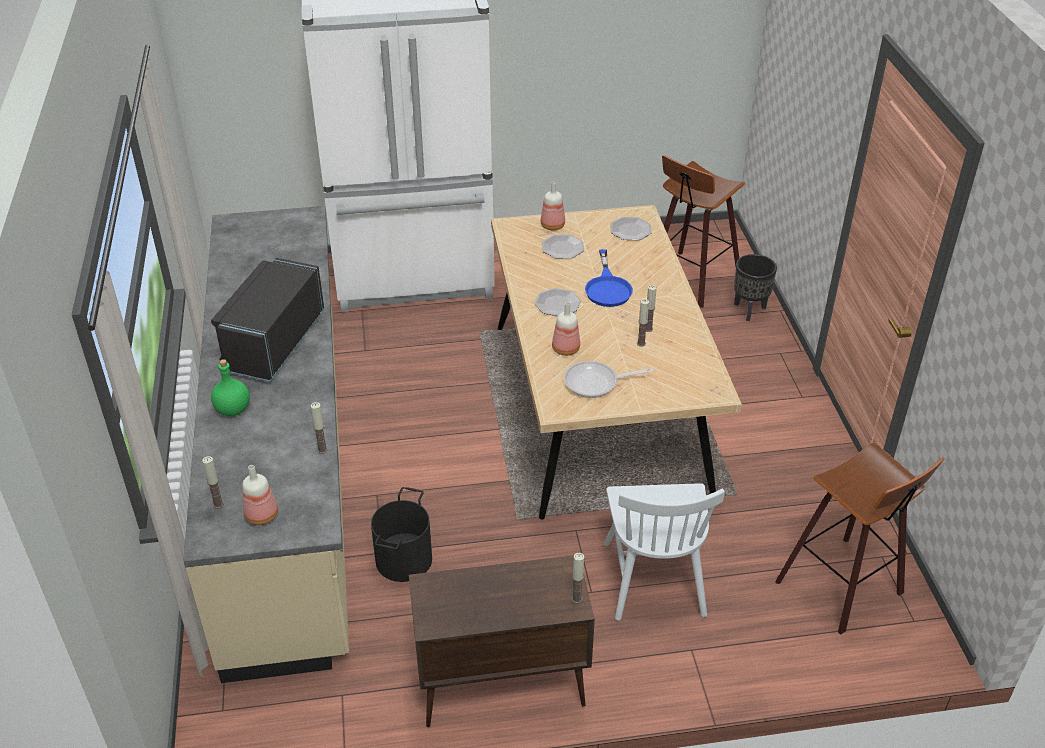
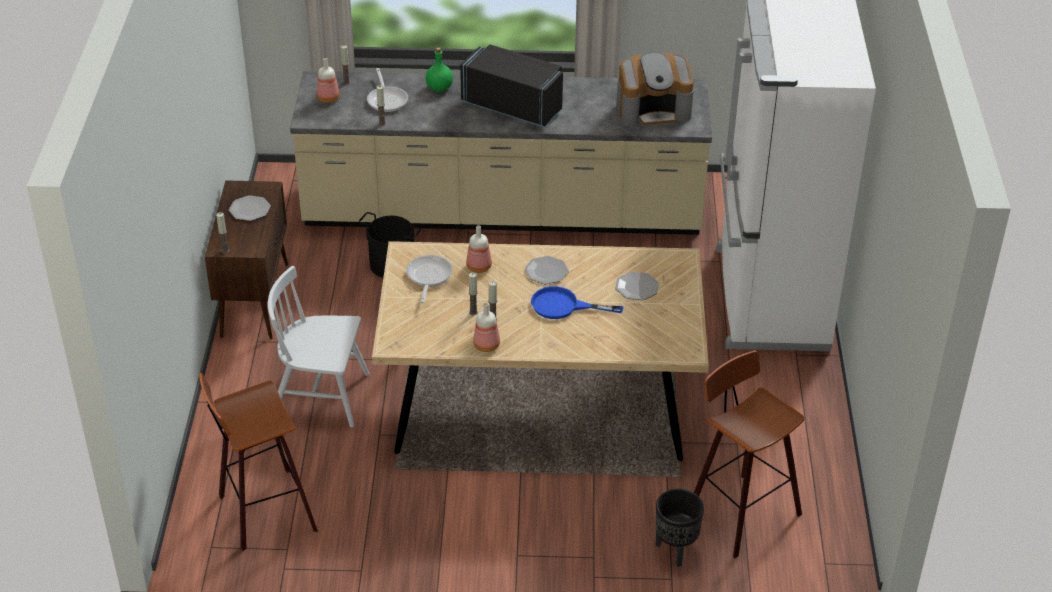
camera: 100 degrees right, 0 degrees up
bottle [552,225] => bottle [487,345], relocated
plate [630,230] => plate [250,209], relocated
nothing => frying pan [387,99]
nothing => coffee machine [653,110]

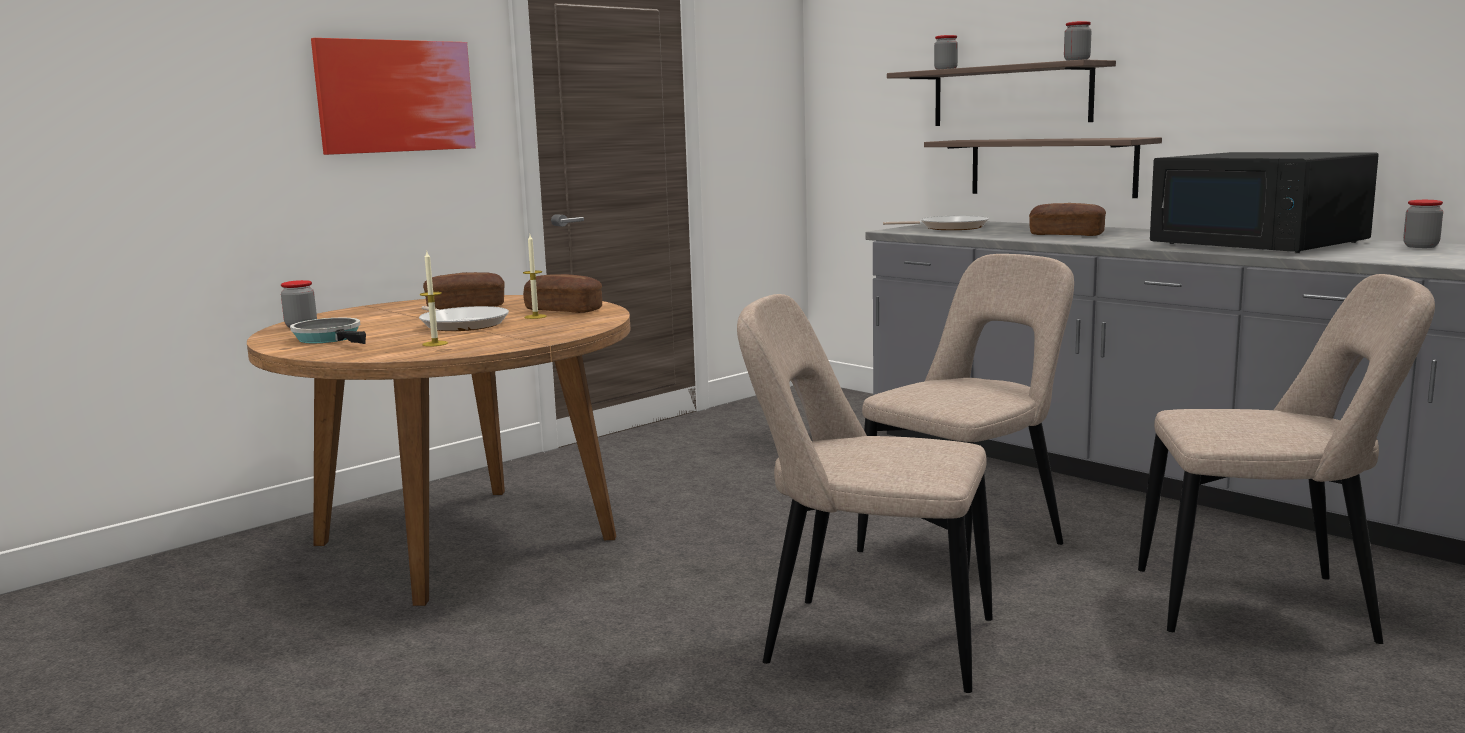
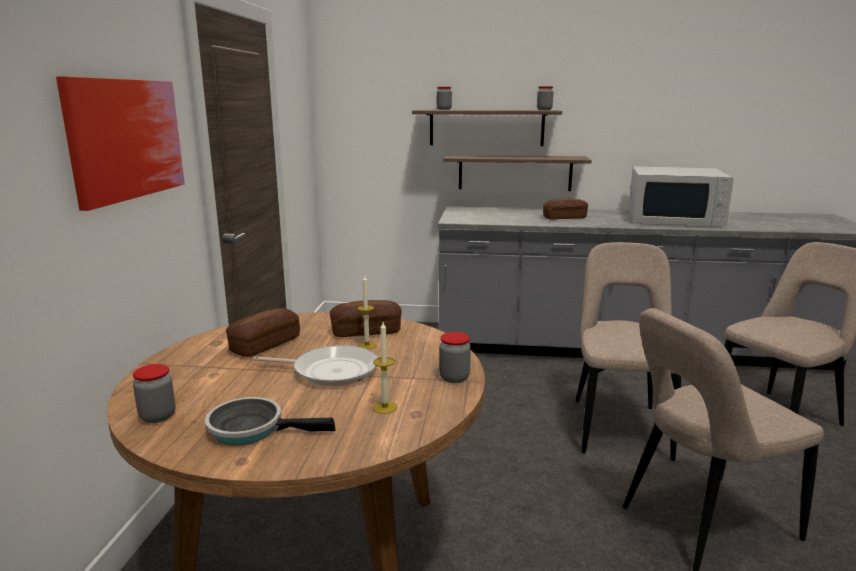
camera: 40 degrees left, 5 degrees up
frying pan [949,228] => nothing
microwave (black) [1259,243] => microwave (white) [674,218]
jar [1420,246] => jar [454,378], relocated

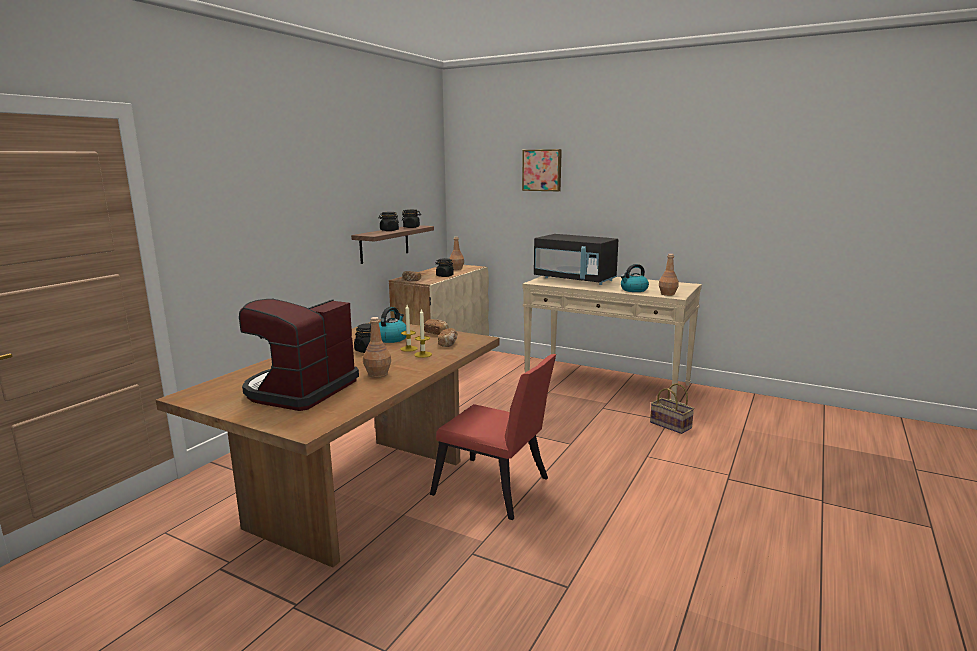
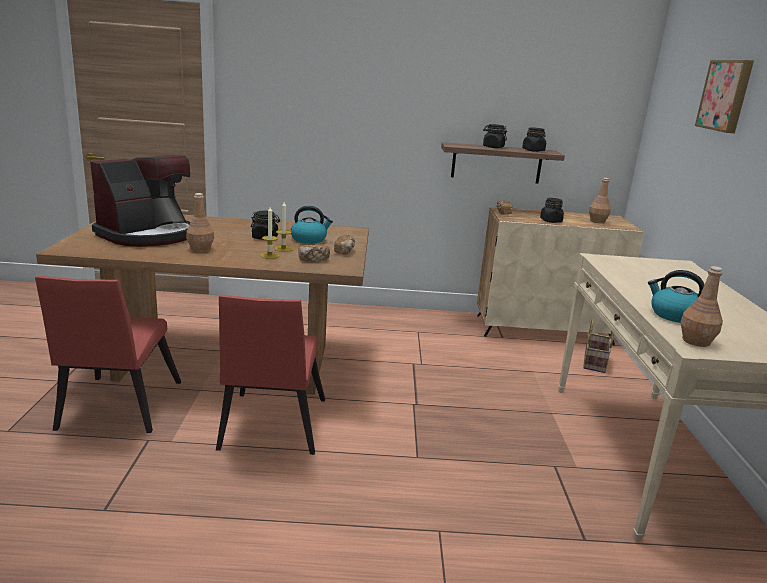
camera: 60 degrees right, 5 degrees up
coffee machine [300,390] => coffee machine [148,235], 135 degrees clockwise
microwave (black) [575,279] => nothing
basket [672,425] => basket [595,363], relocated
nothing => chair (red) [116,409]

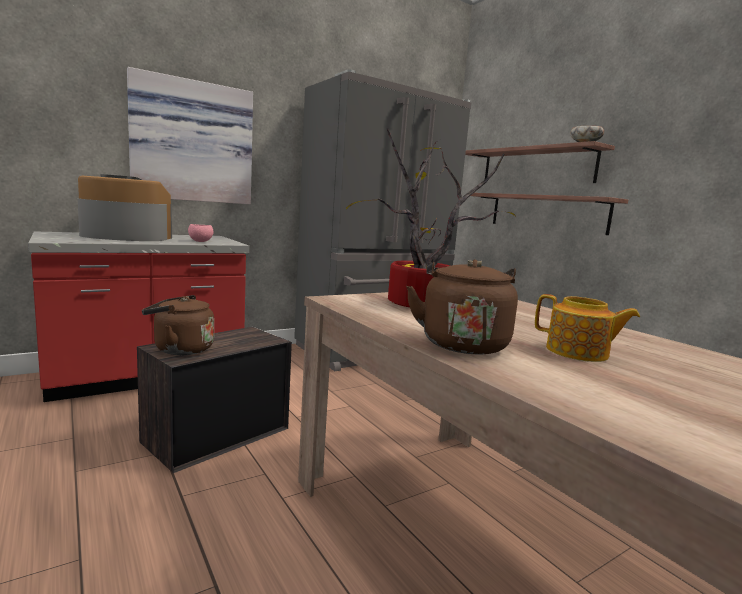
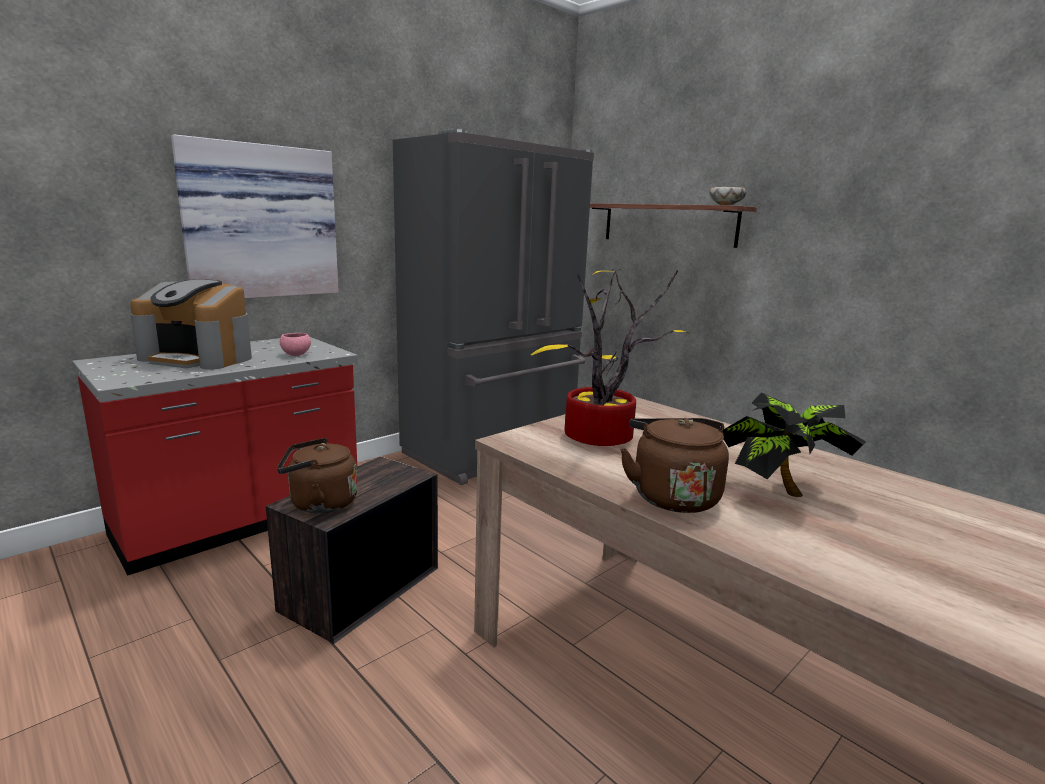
camera: 10 degrees left, 5 degrees up
coffee machine [125,237] => coffee machine [199,358], 150 degrees counterclockwise
shelf [546,212] => nothing
teapot [578,352] => potted plant [778,492]

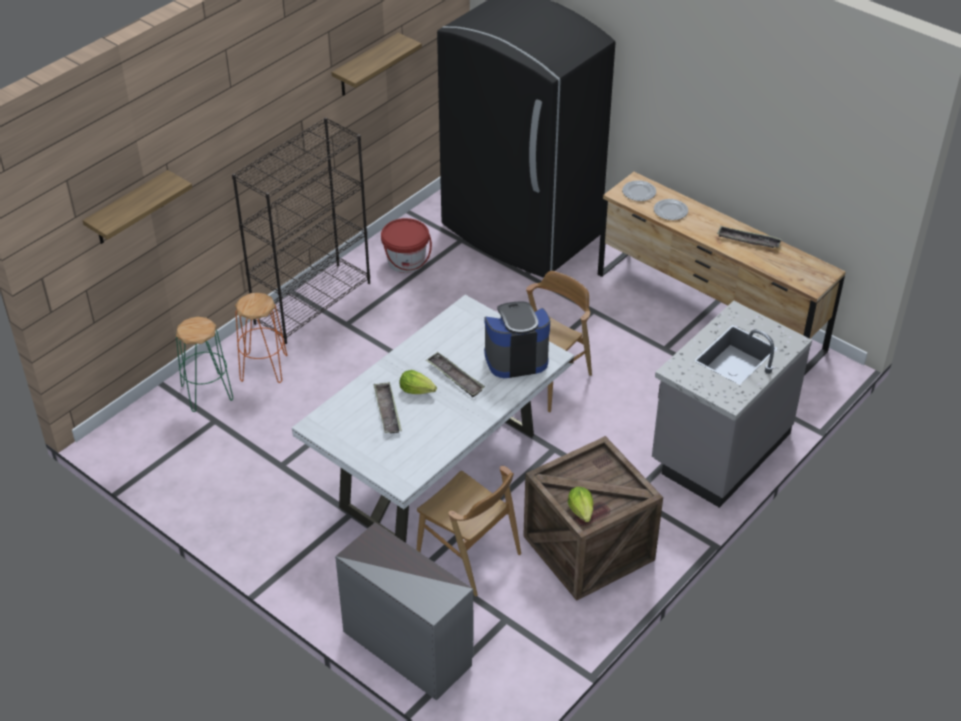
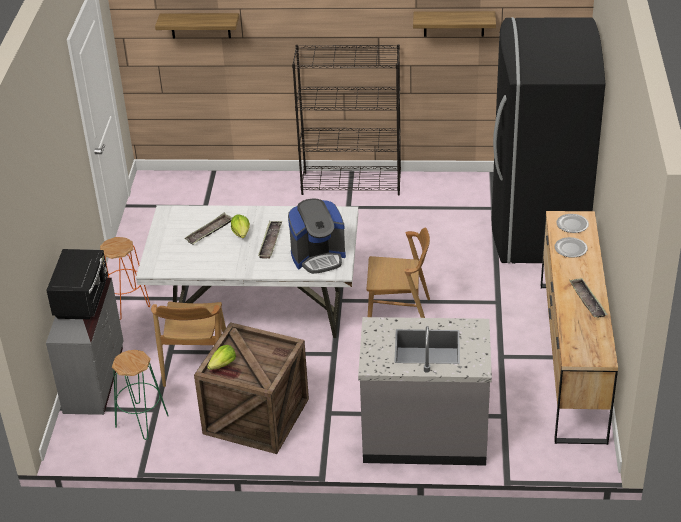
camera: 55 degrees right, 5 degrees down
stool (green) [207,392] => stool (green) [142,421], relocated
stool (orange) [264,368] => stool (orange) [127,304], relocated
bucket (red) [406,261] => nothing
coffee machine [516,358] => coffee machine [318,257], 120 degrees clockwise
nothing => microwave (black) [82,299]

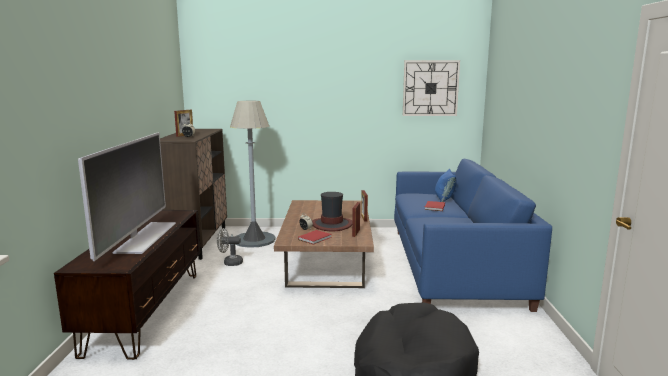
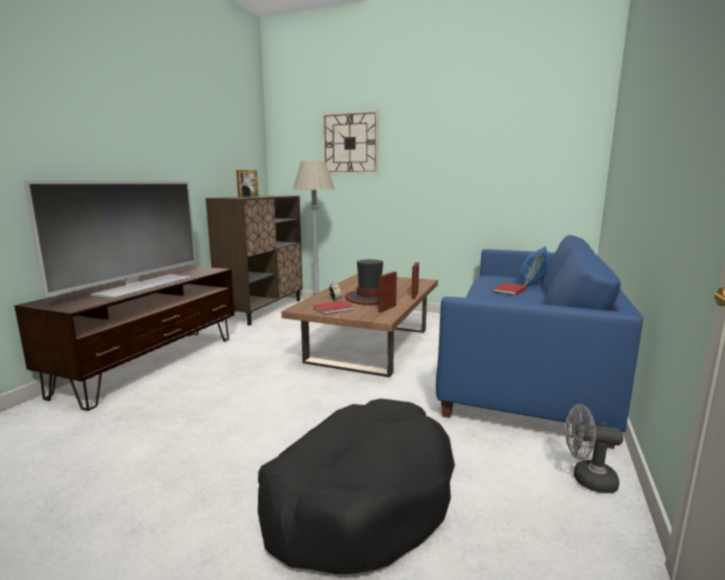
camera: 20 degrees right, 0 degrees up
fan (grey) [230,263] => fan (grey) [587,479], relocated
wall clock [430,88] => wall clock [350,143], relocated

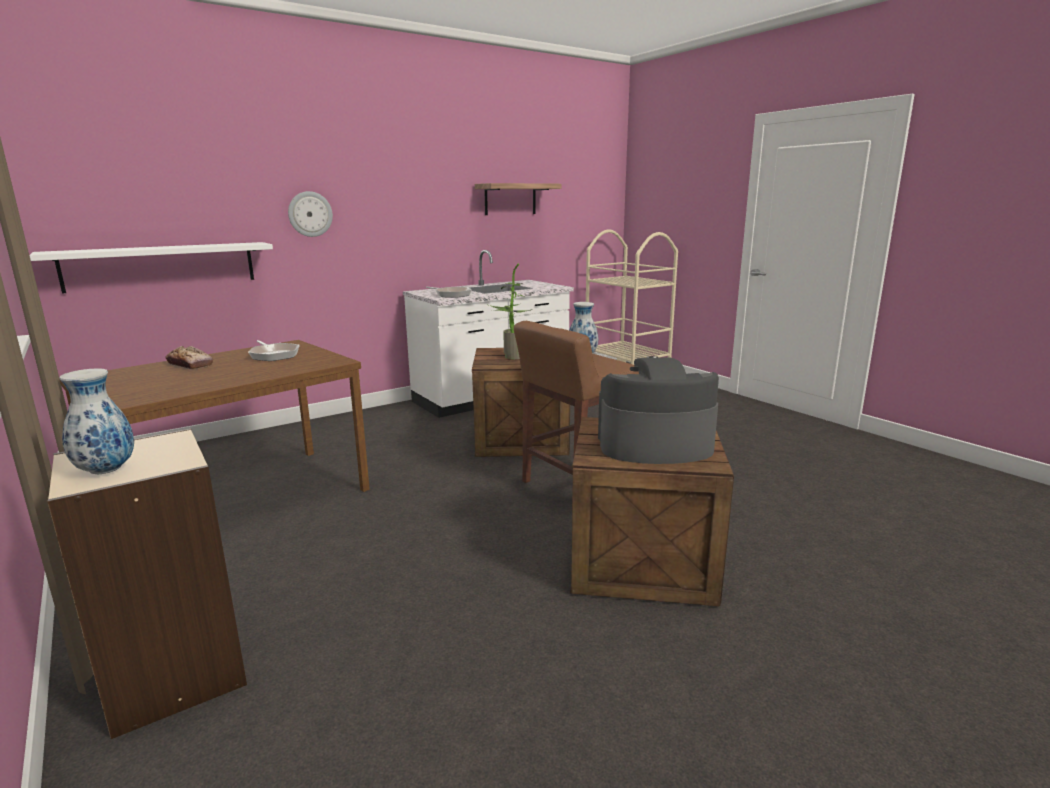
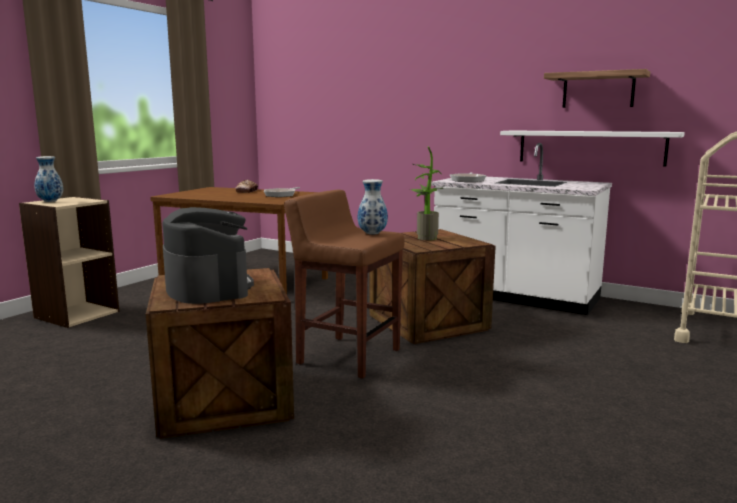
camera: 65 degrees right, 5 degrees down
shelf (white) [161,266] => shelf (white) [590,147], relocated
wall clock [310,214] => nothing

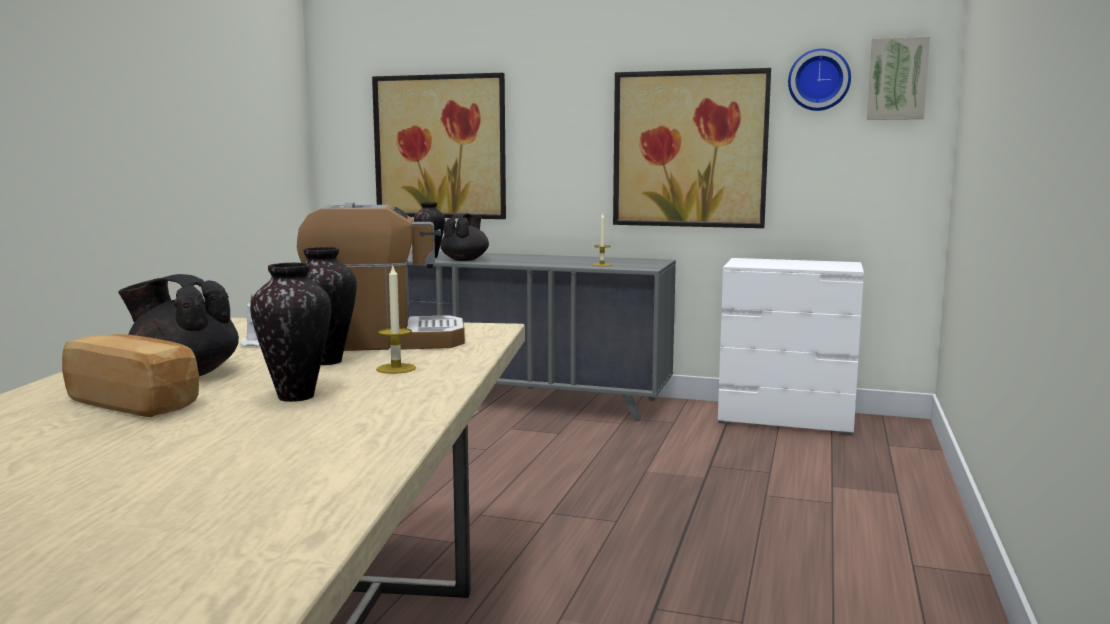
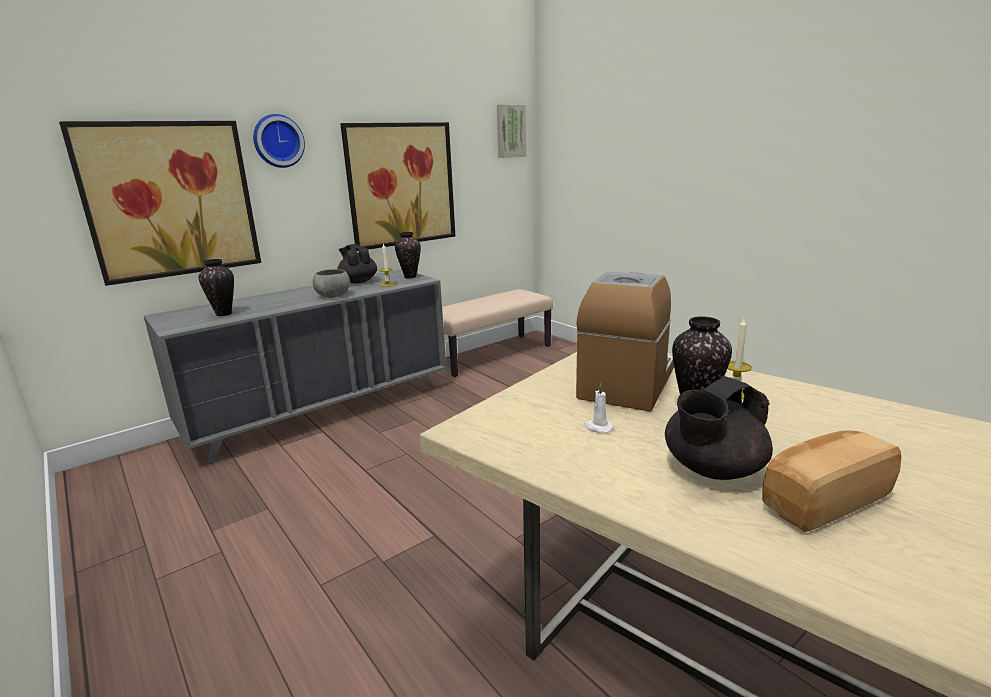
camera: 55 degrees left, 10 degrees up
vase [297,397] => vase [410,277], relocated
teapot (black) [465,260] => teapot (black) [358,281], relocated
dresser (white) [786,418] => bench (beige) [490,354]
wall clock [819,80] => wall clock [278,141], relocated
nothing => bowl (grey) [333,296]

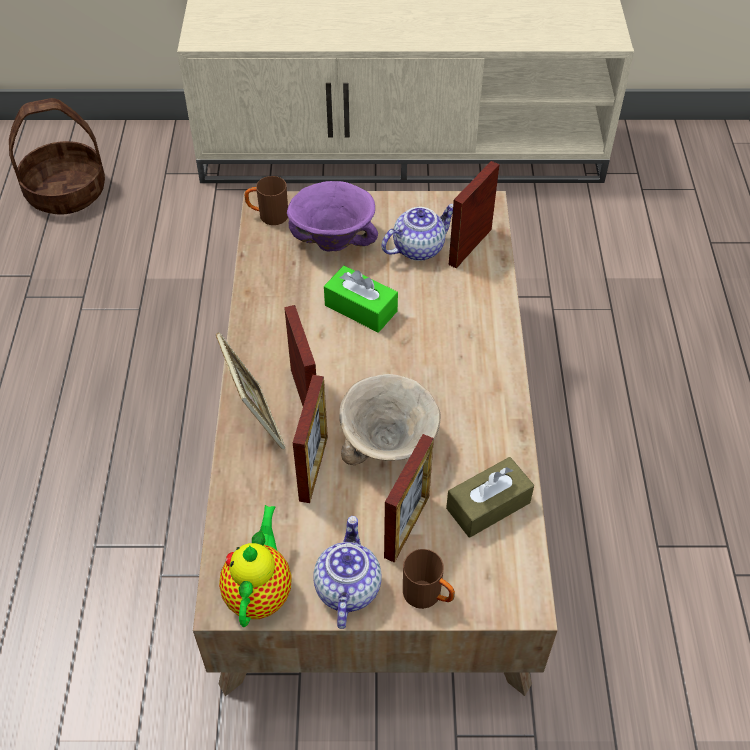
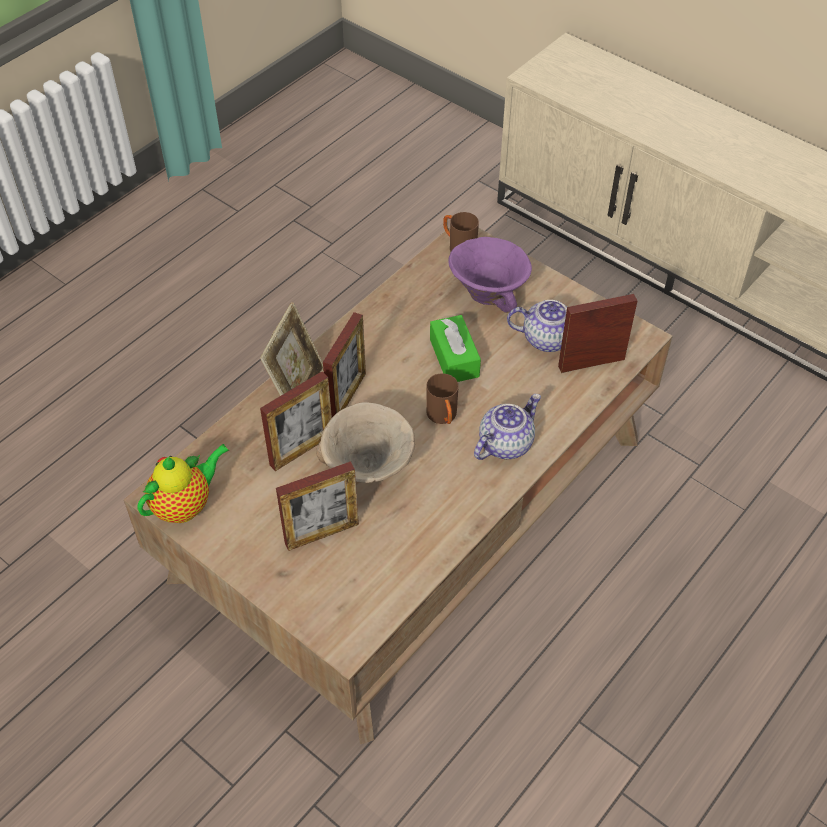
camera: 40 degrees right, 0 degrees up
basket [67,191] => nothing
teapot [346,587] => teapot [505,443], relocated
mug (brown) [428,596] => mug (brown) [443,417], relocated
tissue box (brown) [488,505] => nothing

